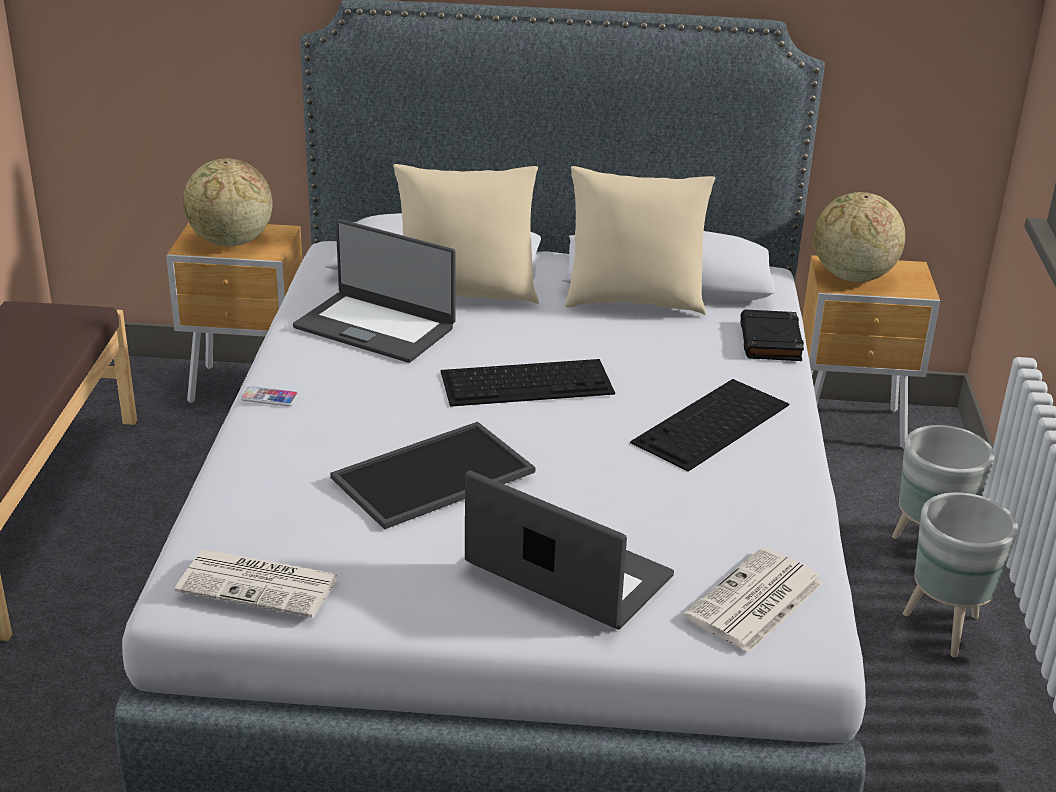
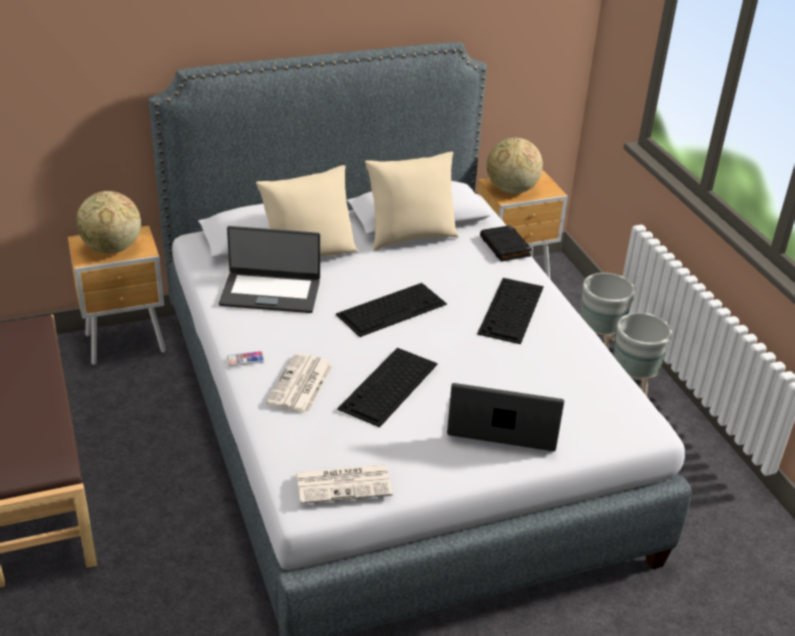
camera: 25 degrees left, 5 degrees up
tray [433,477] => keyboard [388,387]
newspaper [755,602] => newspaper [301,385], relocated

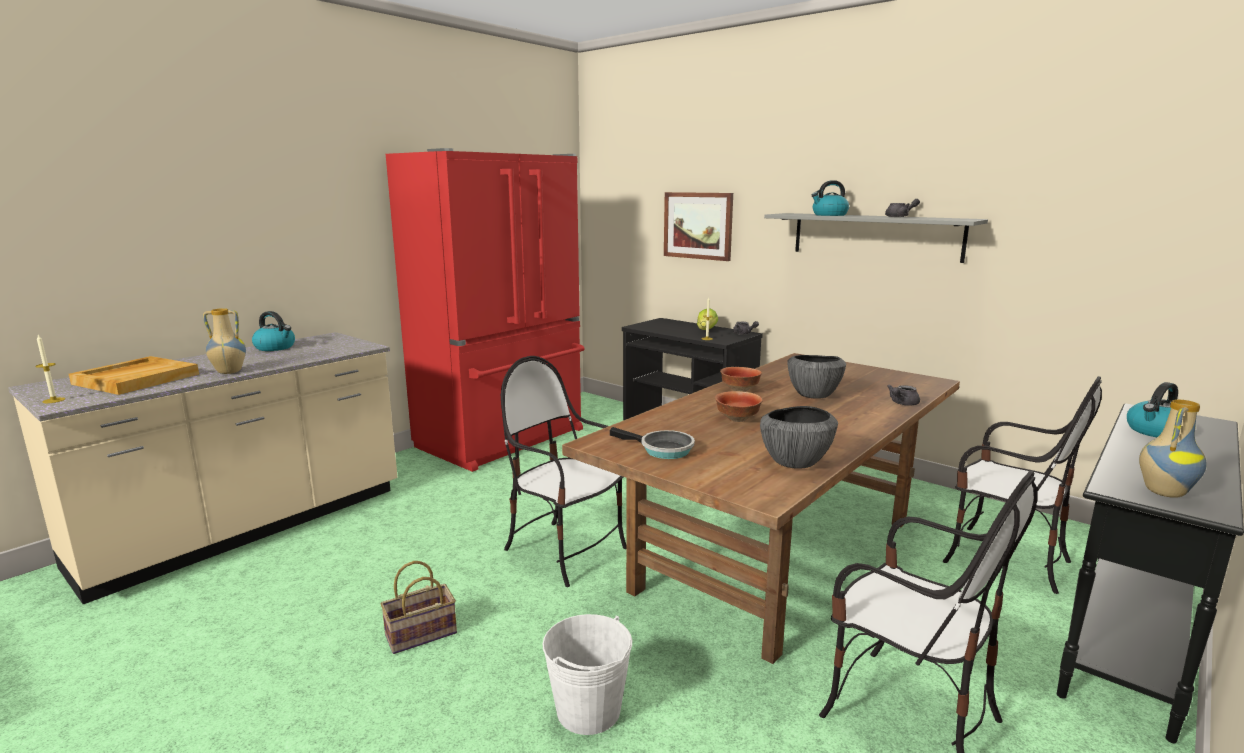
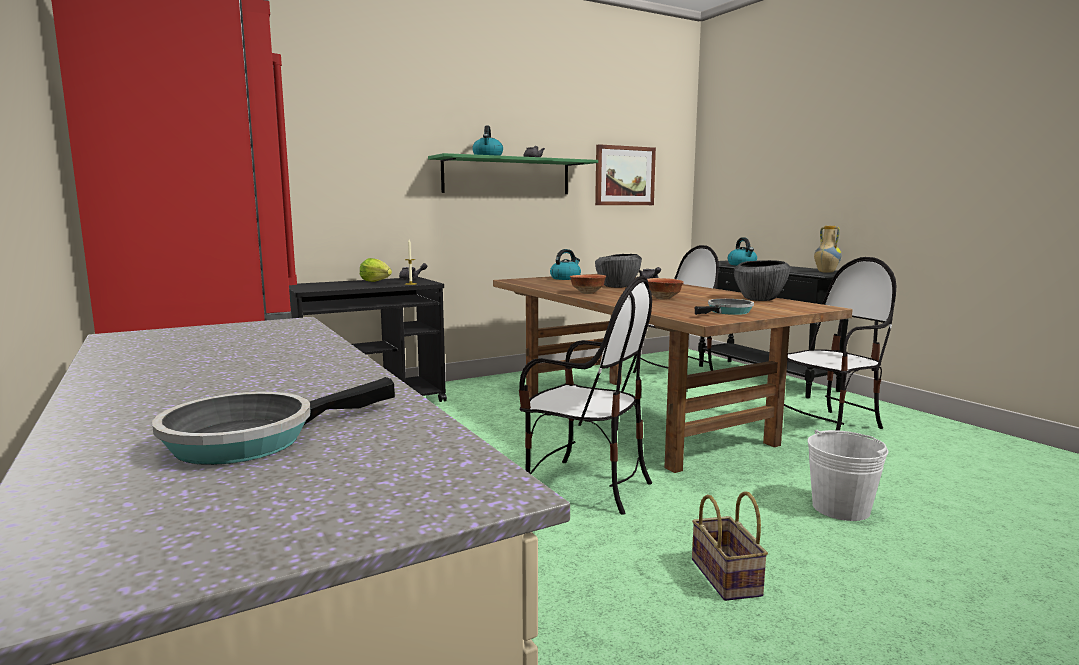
camera: 70 degrees left, 5 degrees down
candle [54,400] => nothing
tray (beige) [137,379] => frying pan [252,438]
vase [228,372] => nothing
kettle [275,347] => kettle [565,278], relocated
chair [565,551] => chair [585,487], 120 degrees counterclockwise
picture [698,225] => picture [624,176], relocated
shelf (grey) [875,236] => shelf (green) [507,176]

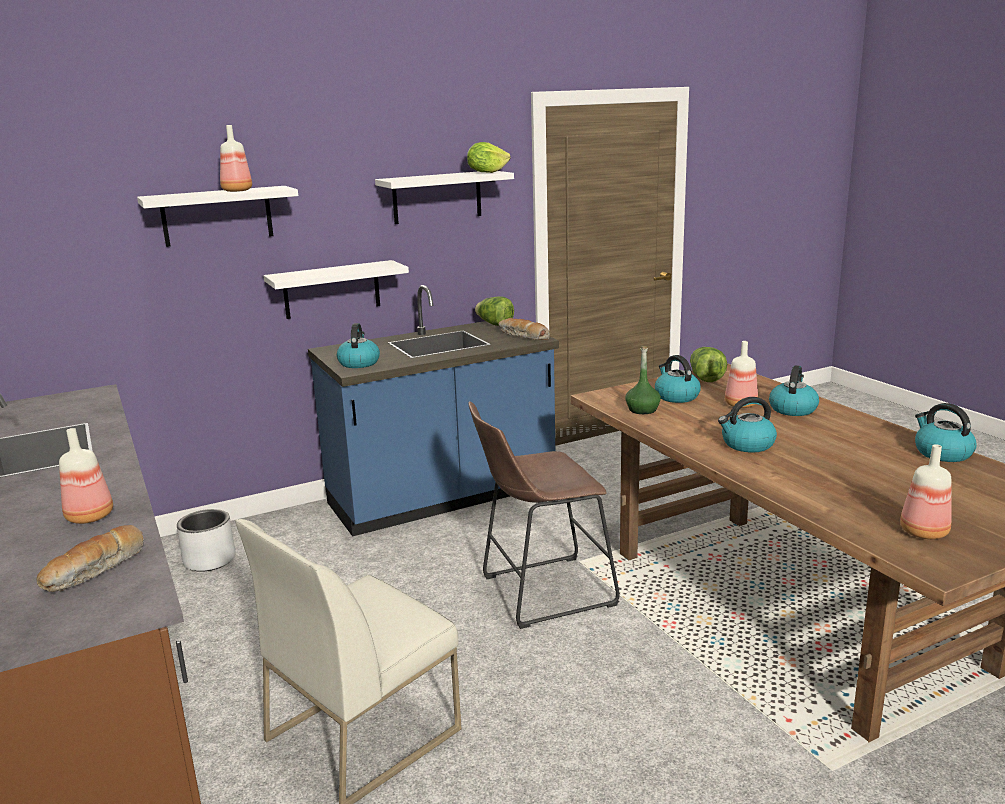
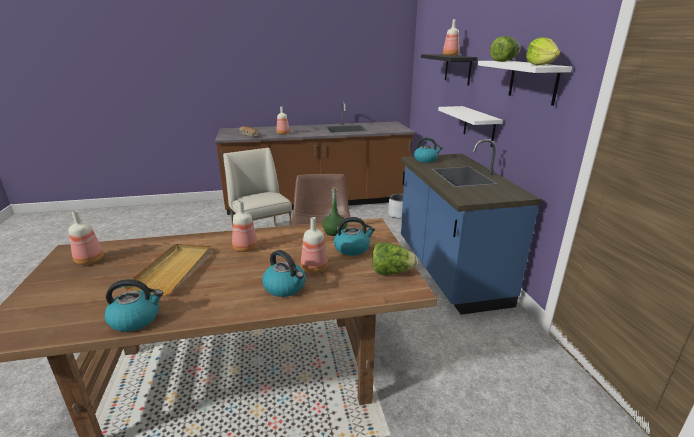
camera: 105 degrees right, 5 degrees up
shelf (white) [217,216] => shelf (black) [457,69]
lettuce [494,324] => lettuce [504,61], relocated
bread [522,336] => nothing
kettle [747,445] => bottle [244,248]
nothing => tray (beige) [173,271]

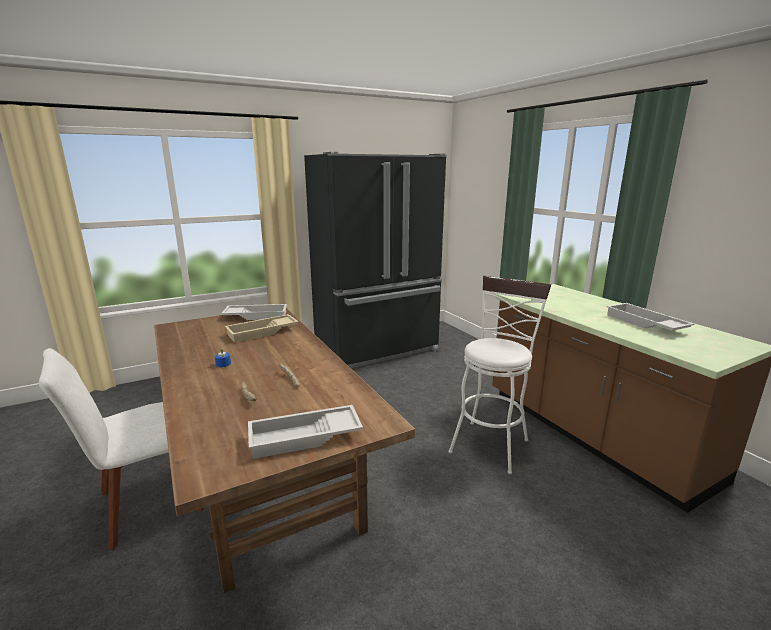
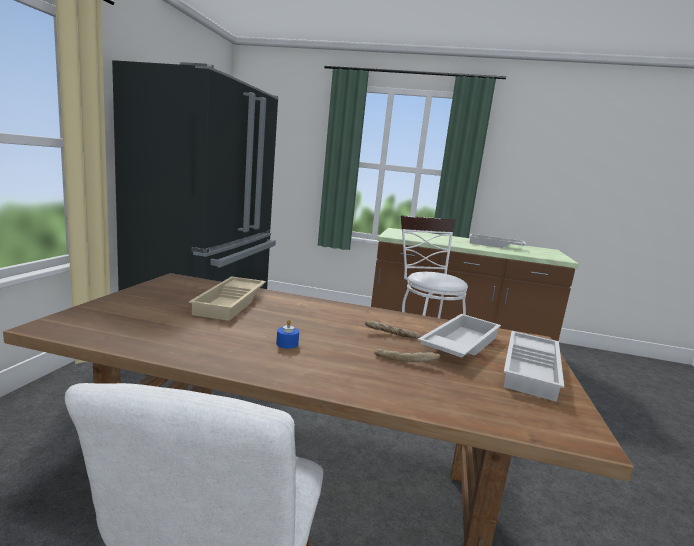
camera: 50 degrees left, 5 degrees down
tray (white) [256,315] => tray (white) [458,344], relocated

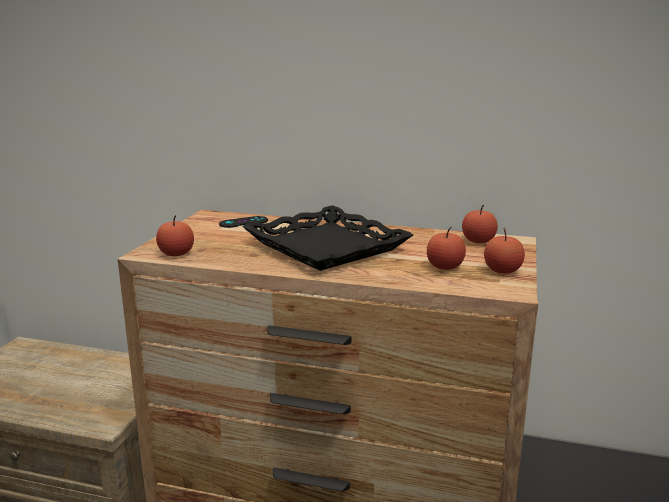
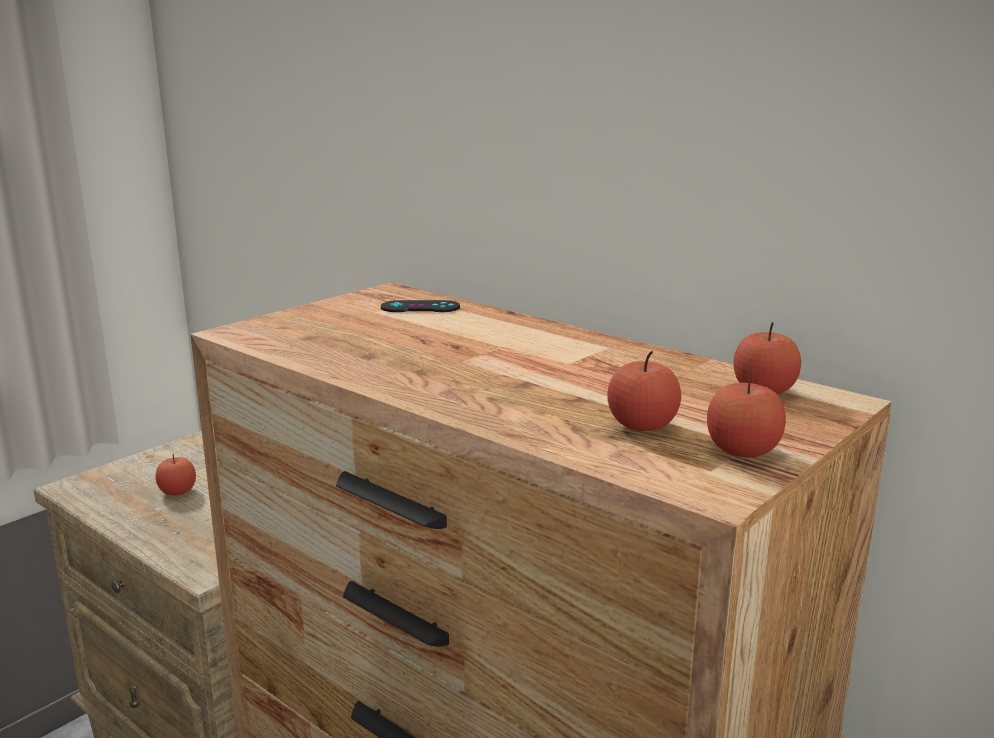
camera: 25 degrees right, 0 degrees up
apple [176,254] => apple [177,491], relocated
tray (black) [325,247] => nothing

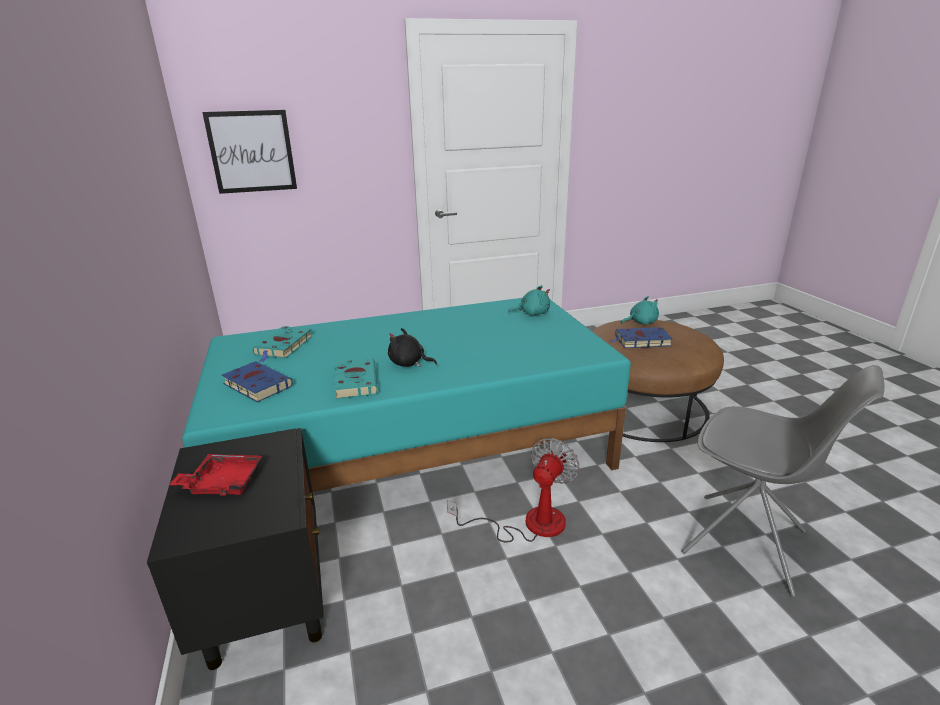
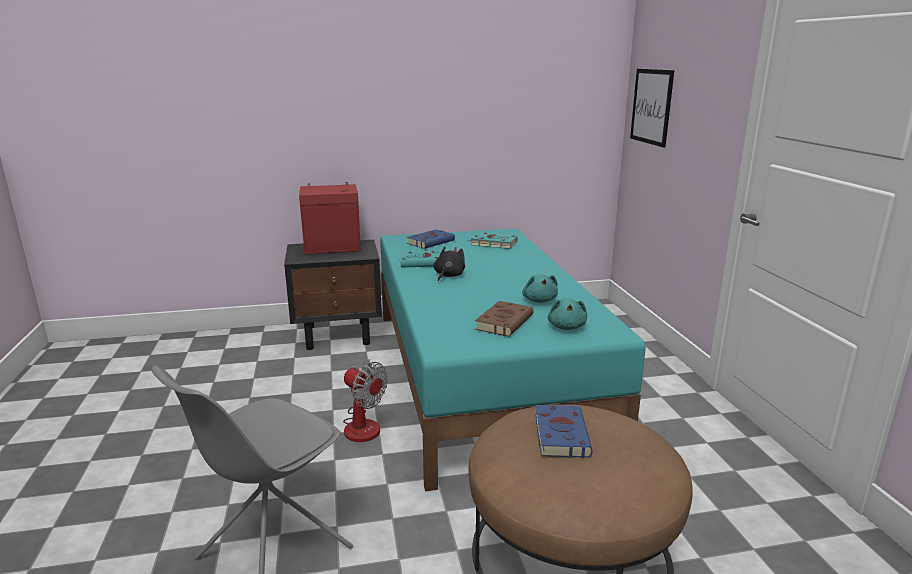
camera: 95 degrees right, 5 degrees down
tray (red) [222,483] => speaker (red) [333,248]
plush toy (turquoise) [641,322] => plush toy (turquoise) [539,300], relocated
nothing => book (brown) [505,322]

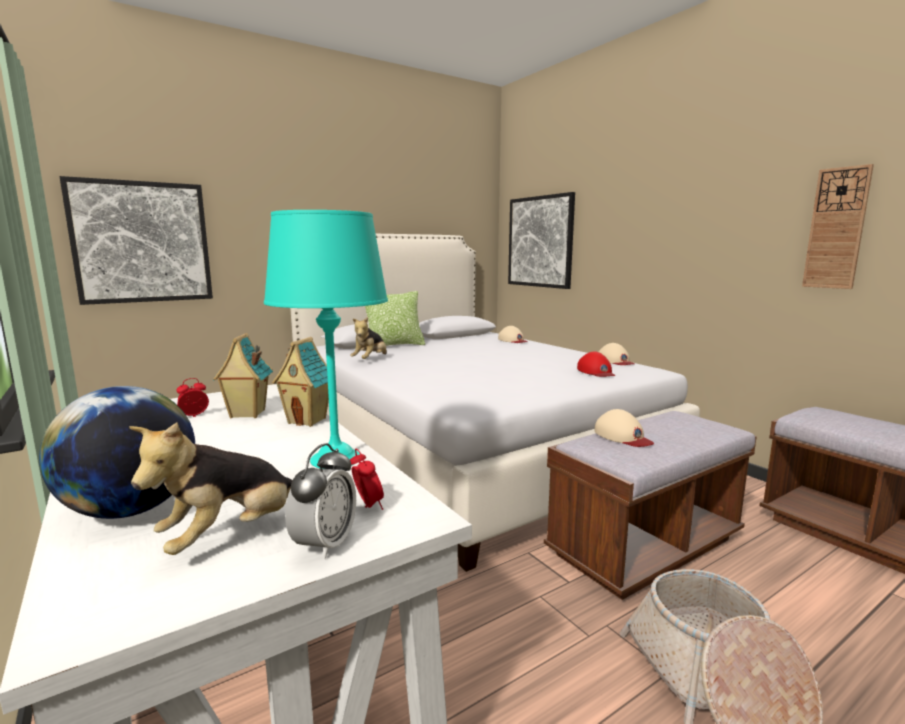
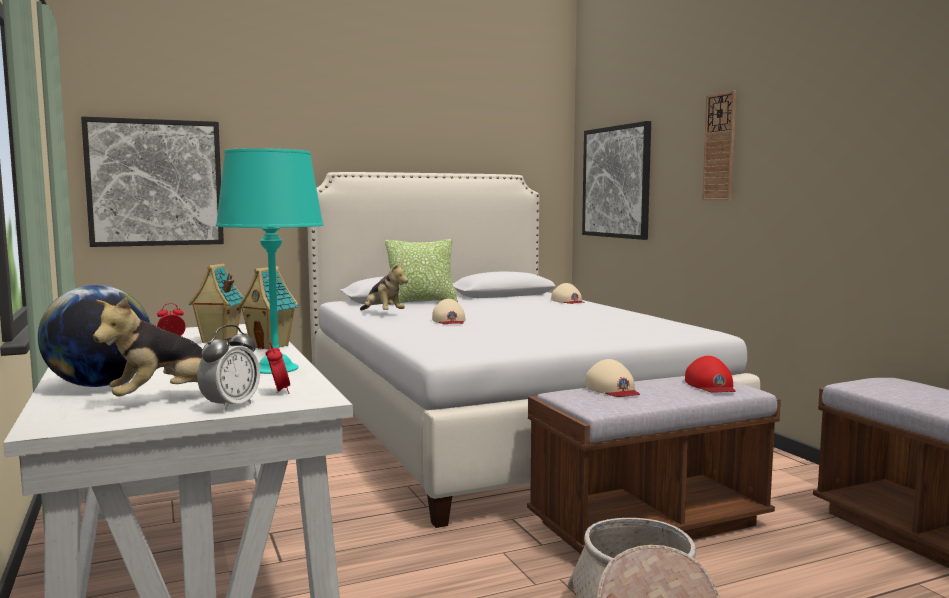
camera: 10 degrees right, 5 degrees down
plush toy [370,360] => plush toy [383,314], 75 degrees counterclockwise
cap (red) [596,372] => cap (red) [711,385], relocated
cap (beige) [615,361] => cap (beige) [449,321], relocated
wall clock [836,228] => wall clock [720,147], relocated

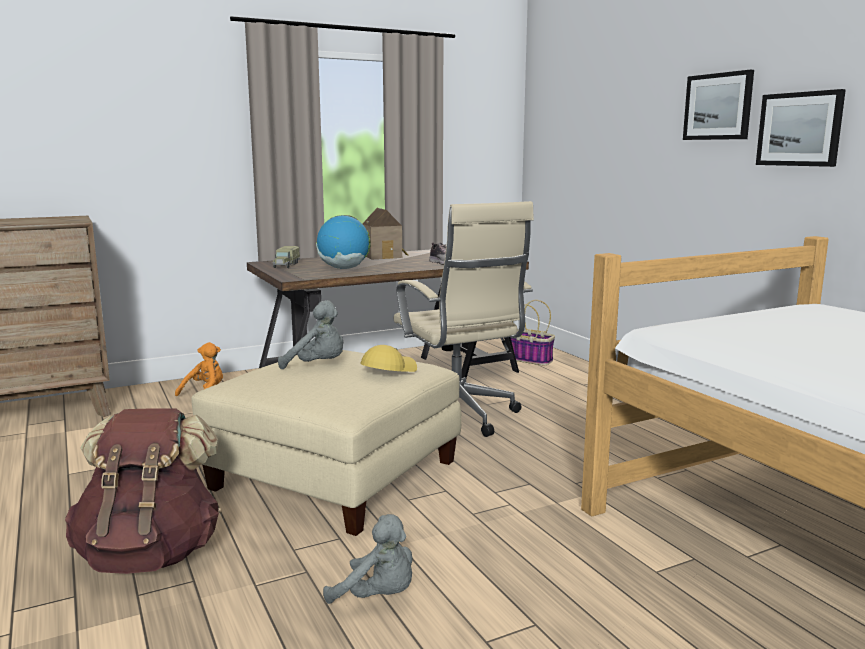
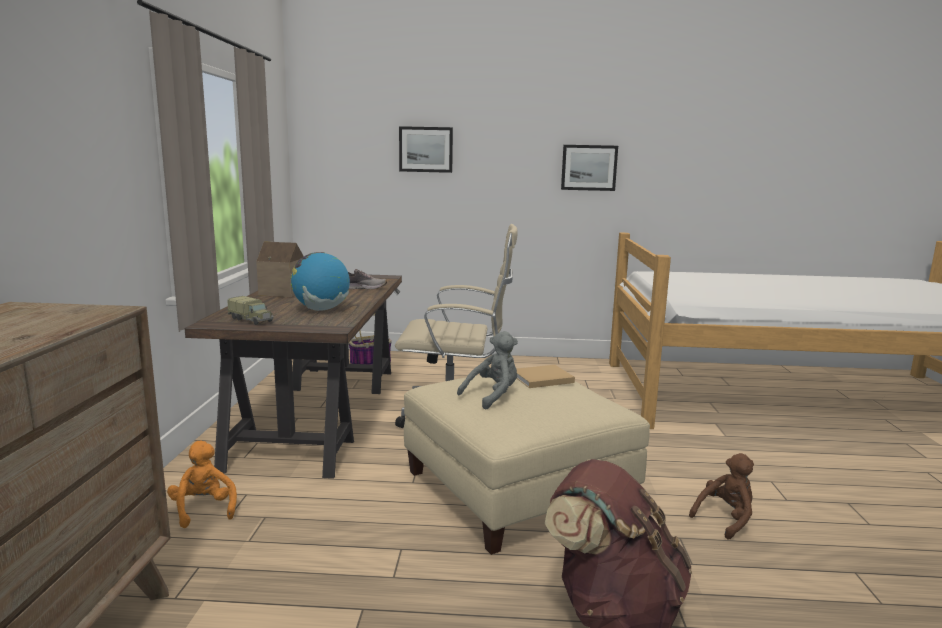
camera: 60 degrees left, 0 degrees up
plush toy (grey) [378,596] => plush toy (brown) [725,519]
cap (yellow) [388,370] => book (beige) [540,379]
picture [718,106] => picture [426,149], relocated

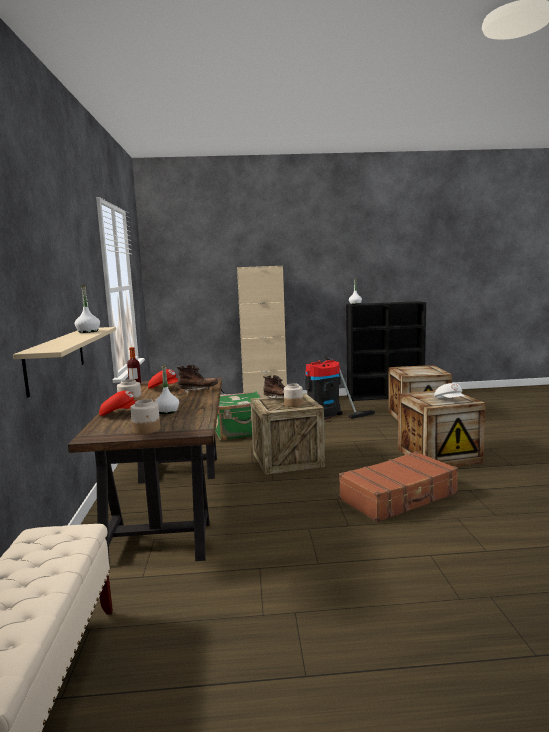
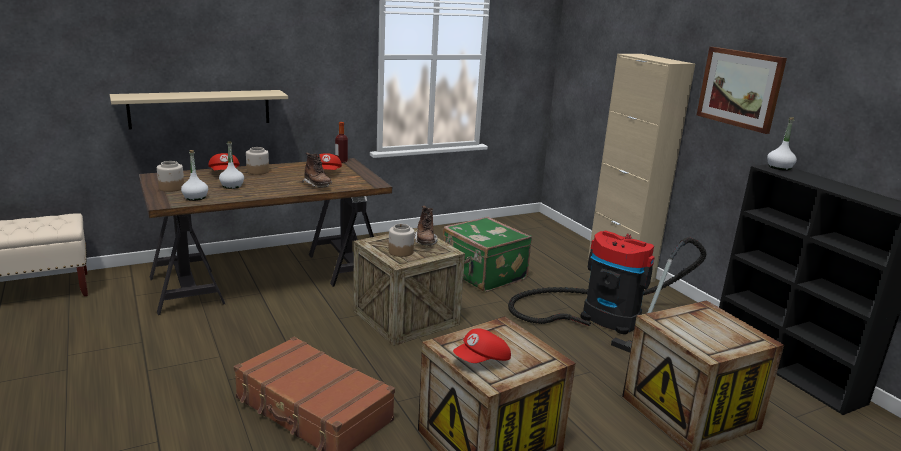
camera: 65 degrees right, 10 degrees up
bottle (white) [88,331] => bottle (white) [195,197], relocated
cap (white) [449,400] => cap (red) [482,361]
nothing => picture [740,88]

